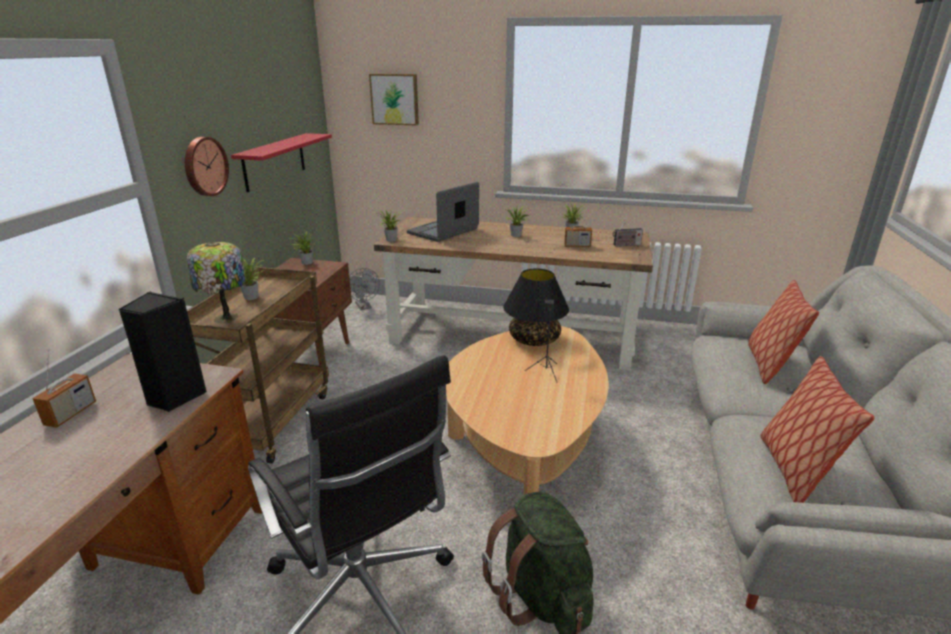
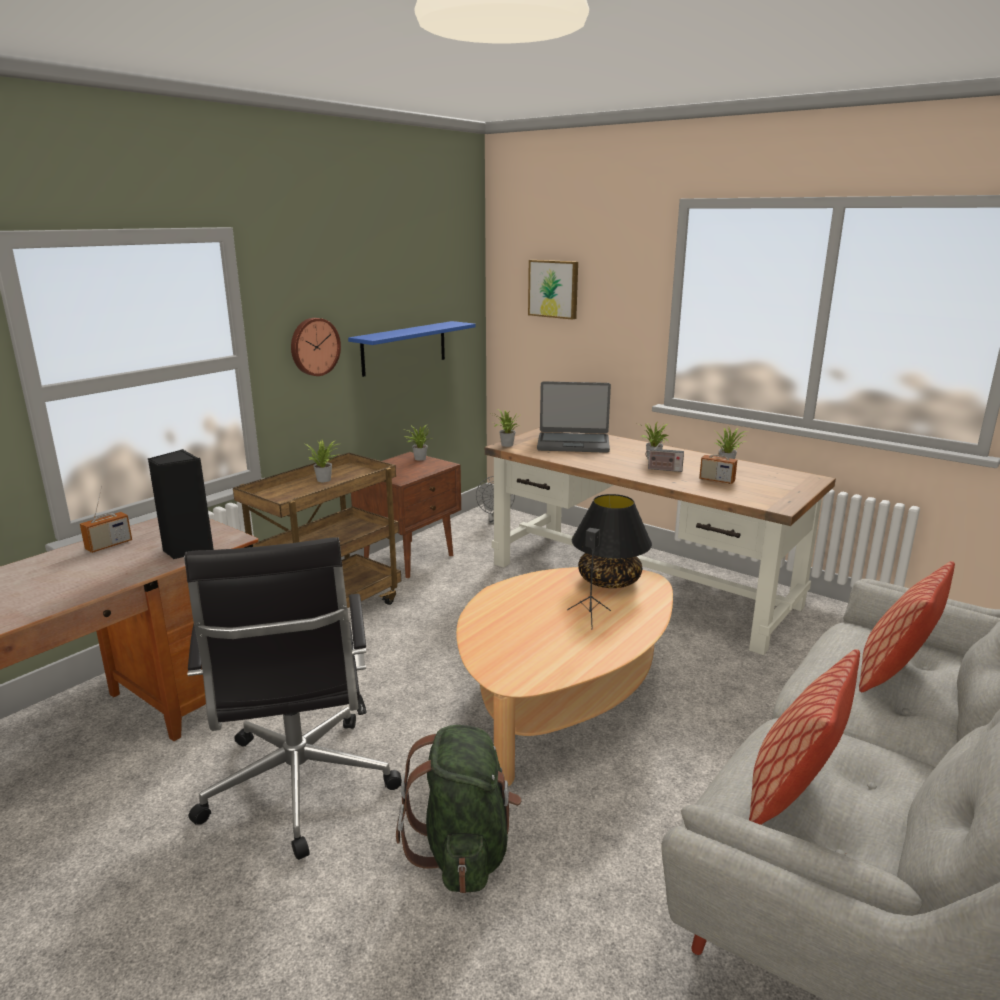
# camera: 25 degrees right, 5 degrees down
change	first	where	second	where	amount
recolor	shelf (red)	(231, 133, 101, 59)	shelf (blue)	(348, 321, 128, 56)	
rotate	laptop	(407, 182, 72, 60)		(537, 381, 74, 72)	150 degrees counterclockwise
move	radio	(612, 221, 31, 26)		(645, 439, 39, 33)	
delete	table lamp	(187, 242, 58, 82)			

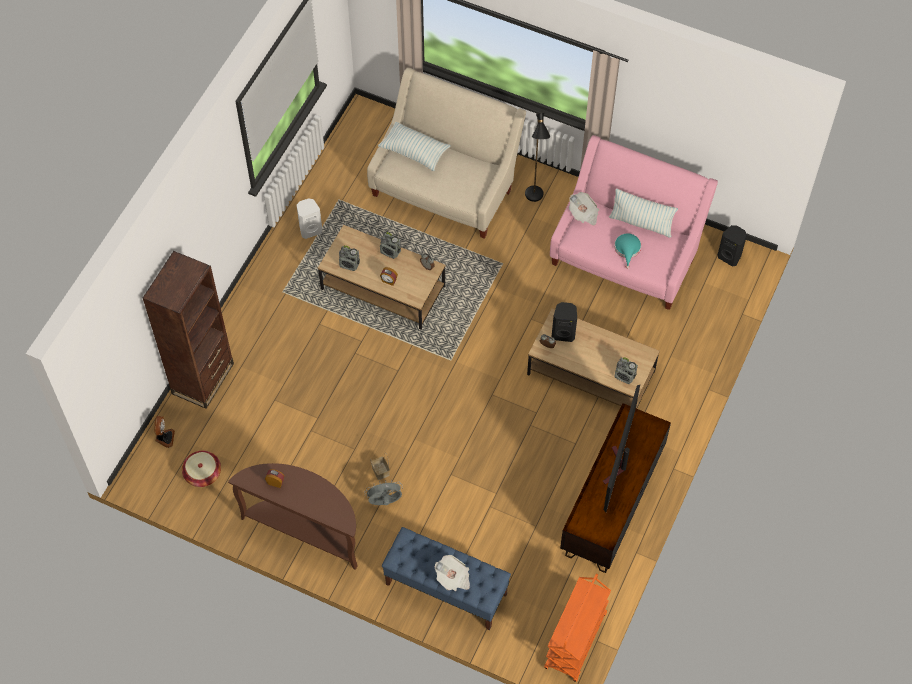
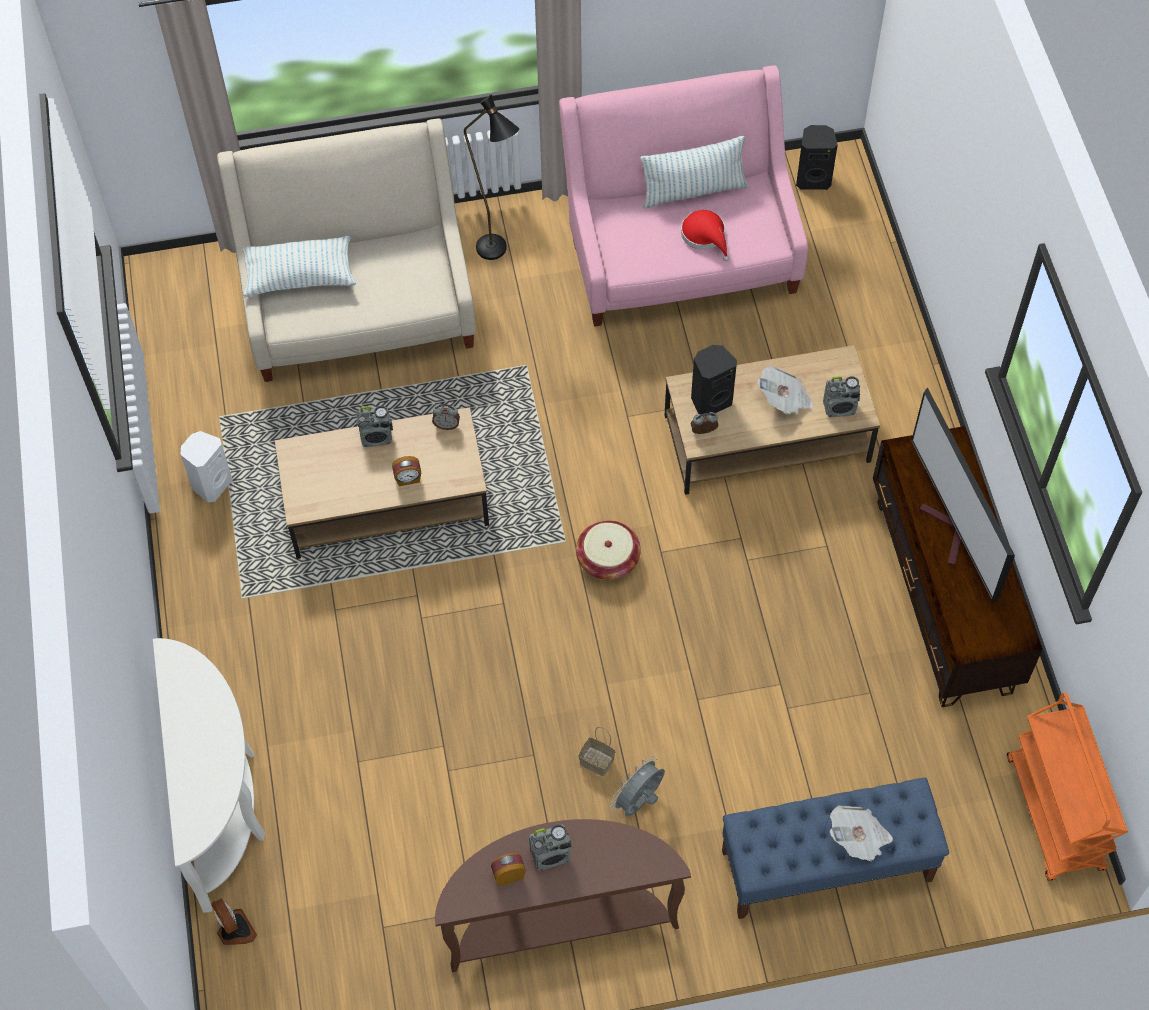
# camera: 35 degrees left, 0 degrees up
change	first	where	second	where	amount
move	newspaper	(569, 192, 30, 34)		(757, 366, 57, 49)	
recolor	hat (turquoise)	(614, 233, 27, 36)	hat (red)	(681, 210, 48, 51)	
move	radio	(339, 245, 21, 26)		(529, 824, 43, 47)	
replace	bookcase (brown)	(143, 251, 91, 158)	console table (white)	(153, 638, 112, 275)	
move	basket	(182, 451, 39, 36)		(576, 521, 65, 59)	

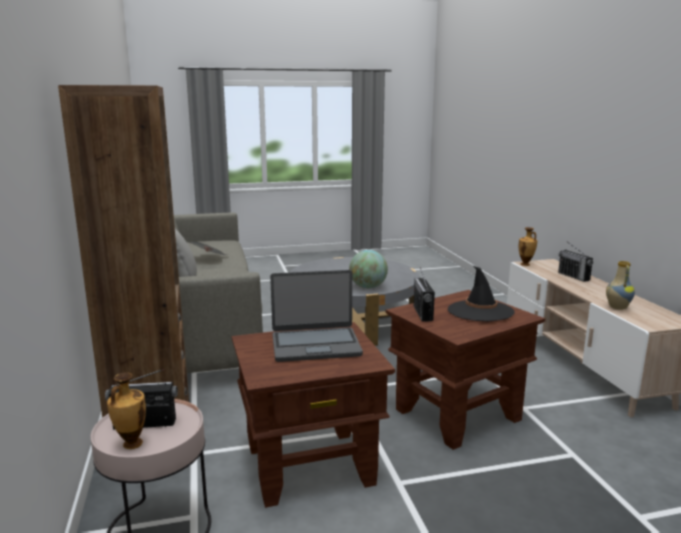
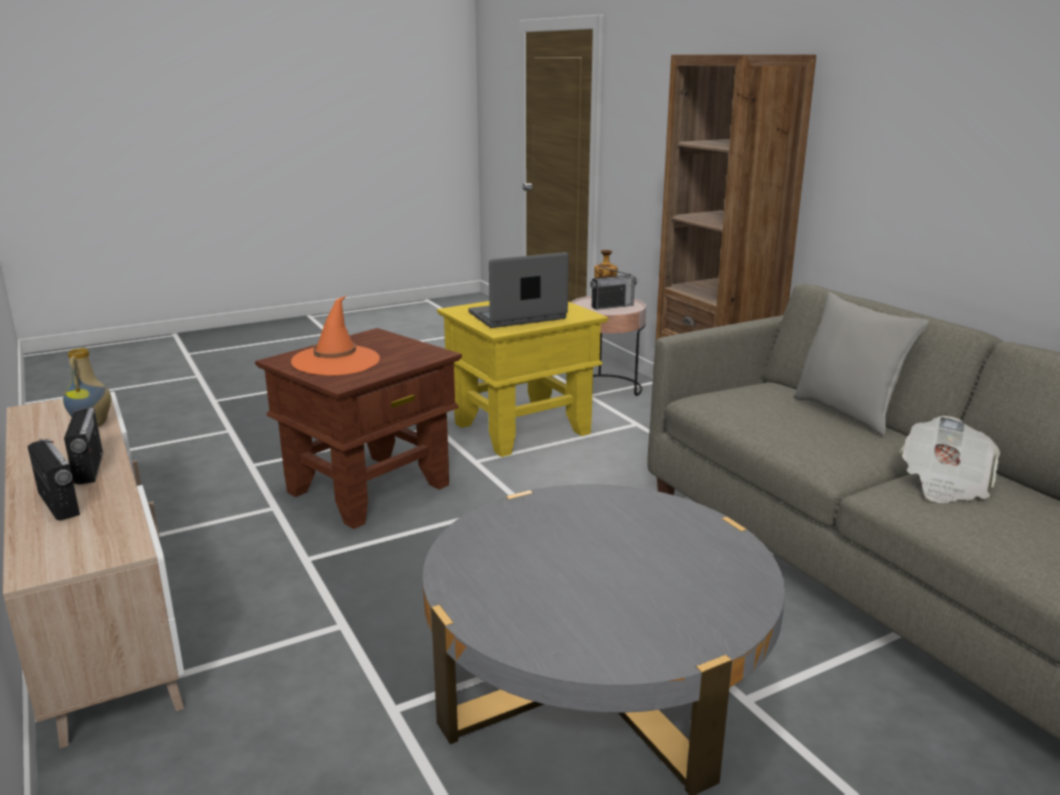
# camera: 165 degrees right, 5 degrees up
change	first	where	second	where	amount
delete	vase	(519, 227, 18, 39)			
delete	globe	(349, 250, 39, 39)			
recolor	hat (black)	(448, 266, 67, 55)	hat (orange)	(291, 295, 89, 81)	
move	radio	(414, 267, 21, 55)		(64, 407, 39, 77)	
recolor	side table (brown)	(232, 322, 163, 186)	side table (yellow)	(437, 301, 171, 156)	

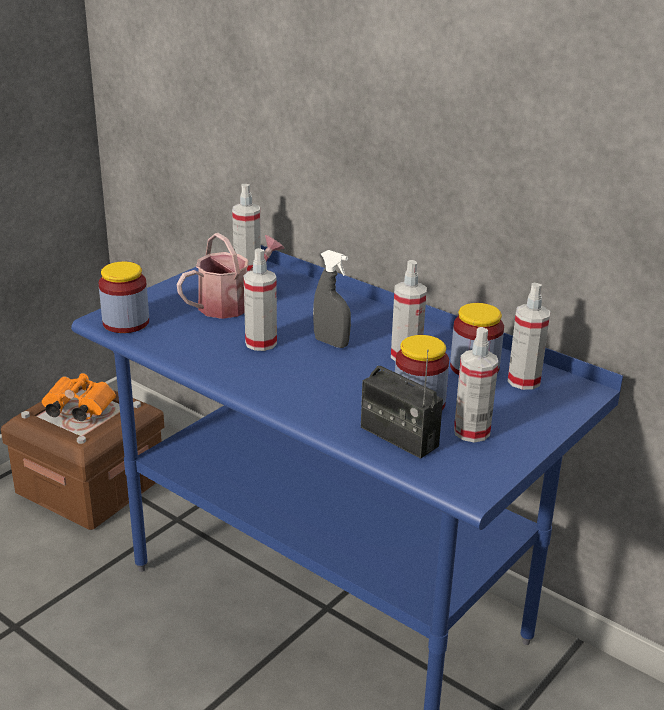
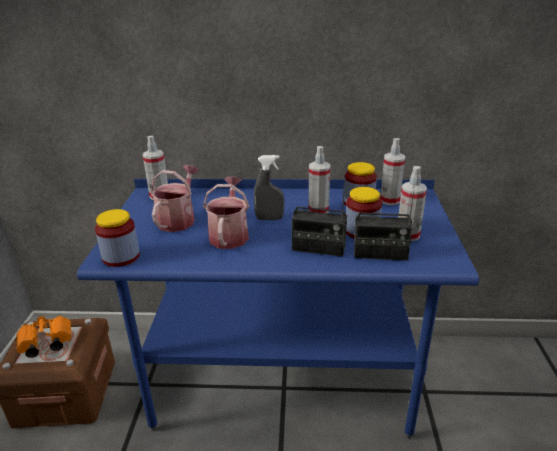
# camera: 35 degrees left, 0 degrees up
change	first	where	second	where	amount
replace	spray bottle	(244, 248, 33, 103)	watering can	(203, 176, 46, 73)	
insert			radio	(292, 183, 55, 74)	

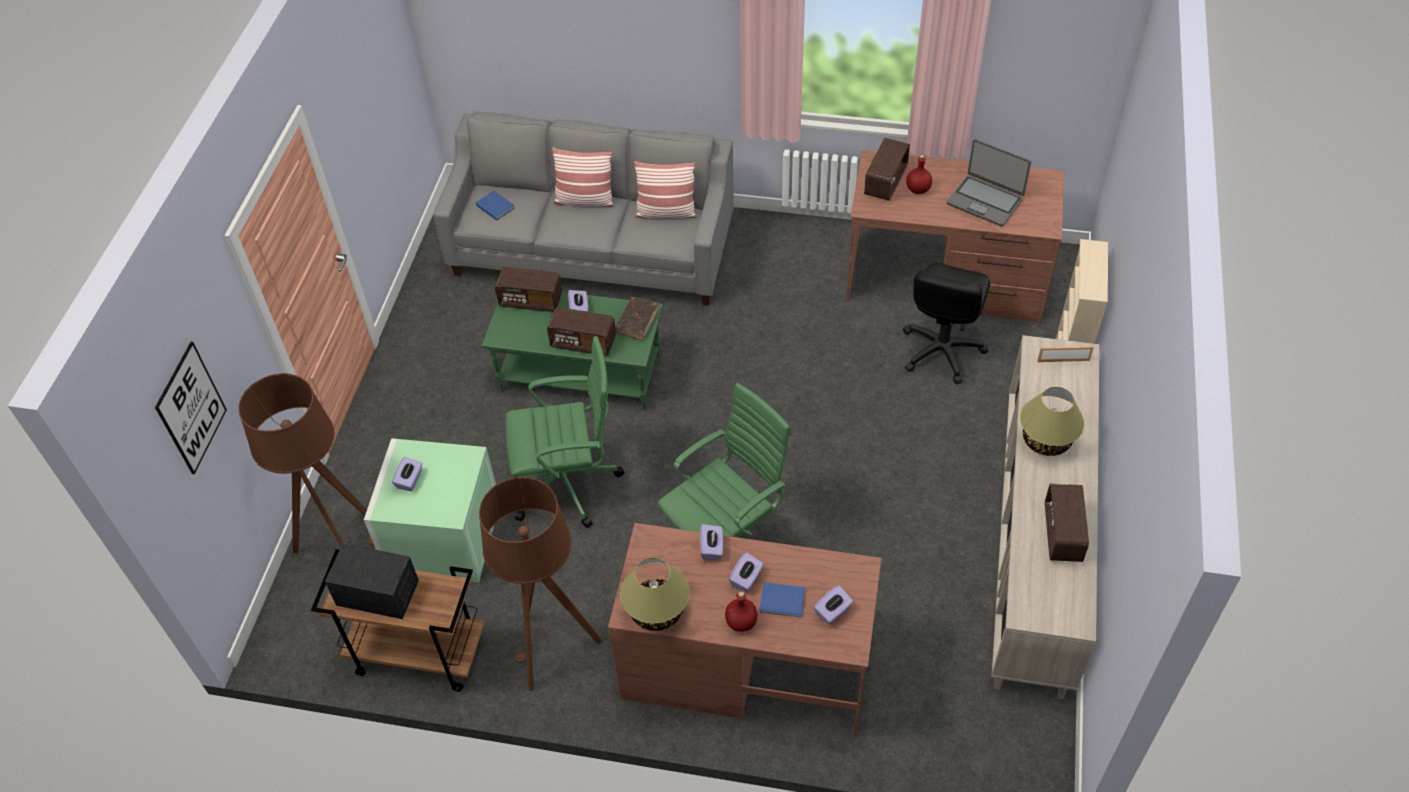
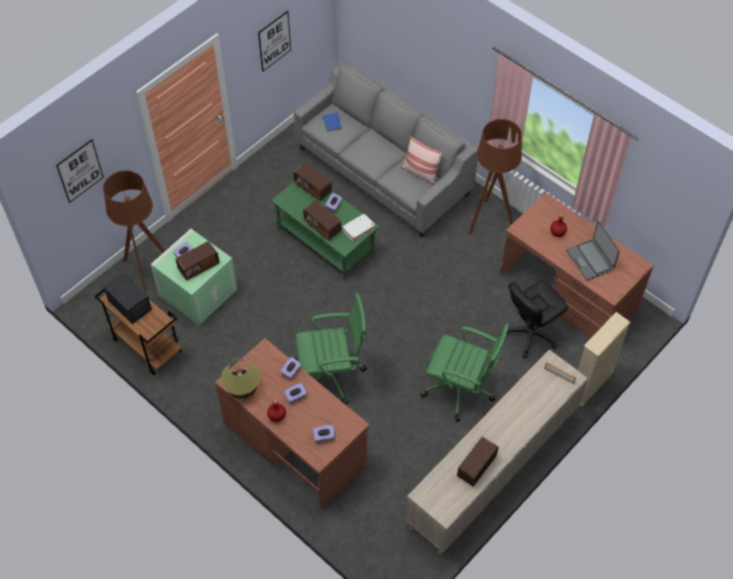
# camera: 30 degrees right, 5 degrees up
change	first	where	second	where	amount
move	radio	(864, 138, 46, 63)		(176, 241, 43, 39)	
delete	pillow	(552, 148, 62, 59)			
recolor	book (brown)	(615, 297, 44, 44)	book (white)	(342, 214, 33, 27)	
move	office chair (green)	(505, 336, 120, 192)		(421, 324, 88, 98)	
delete	table lamp	(1020, 387, 64, 69)			
move	floor lamp (brown)	(479, 477, 124, 214)		(469, 119, 53, 115)	
delete	book (blue)	(759, 582, 46, 36)			
insert			picture	(258, 11, 33, 60)	

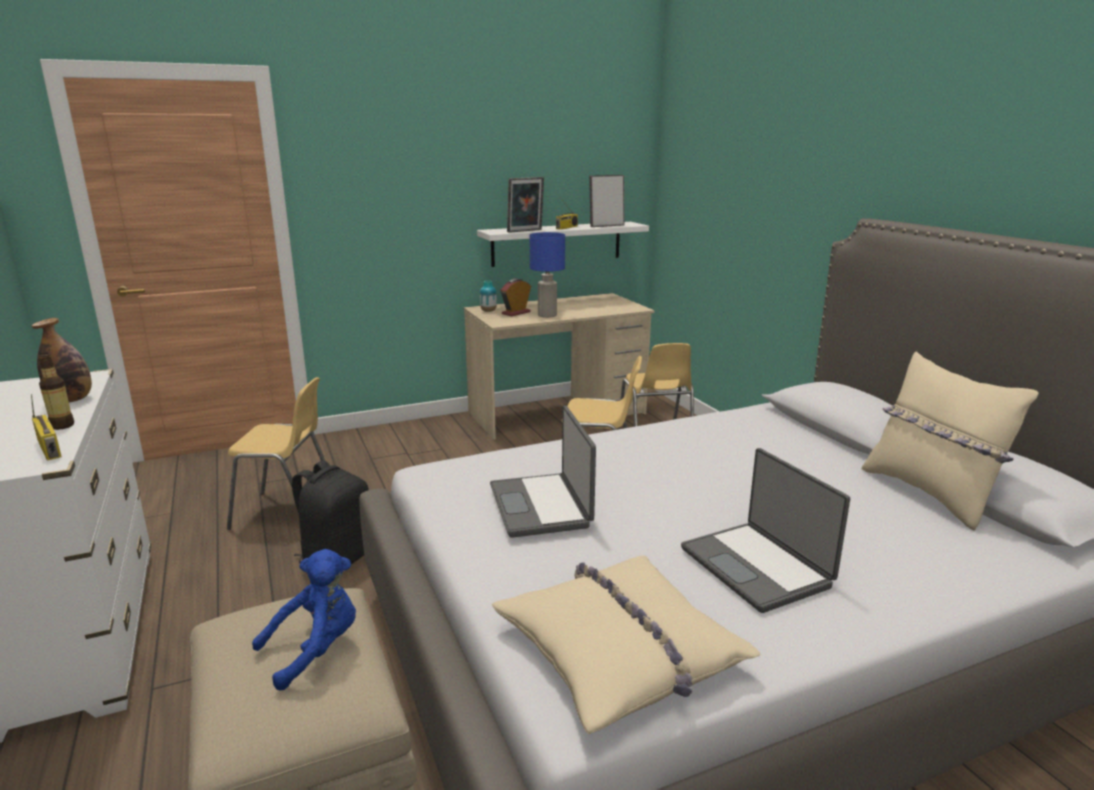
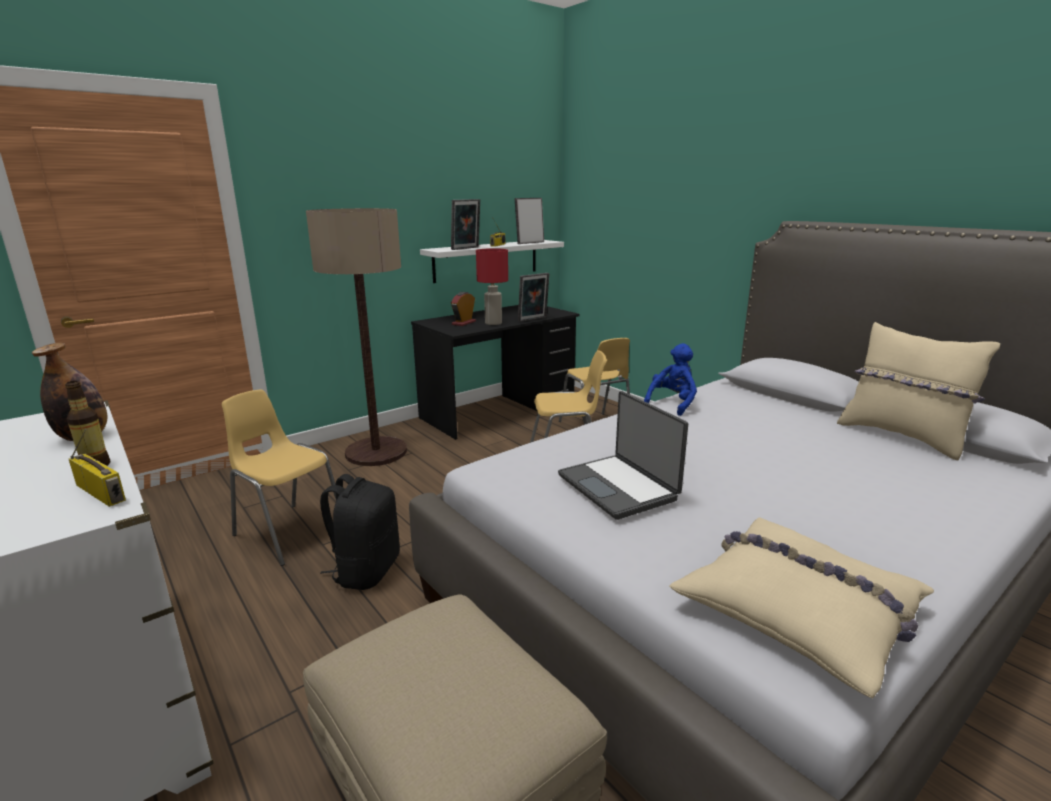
# camera: 15 degrees left, 0 degrees up
change	first	where	second	where	amount
recolor	table lamp (blue)	(530, 232, 35, 86)	table lamp (red)	(476, 248, 32, 77)	
delete	vase	(480, 281, 17, 31)			
recolor	desk (beige)	(464, 293, 191, 147)	desk (black)	(411, 305, 169, 135)	
rotate	chair (yellow)	(227, 377, 98, 153)		(222, 389, 114, 177)	135 degrees counterclockwise
delete	laptop	(681, 448, 169, 165)			
move	plush toy (blue)	(252, 549, 104, 142)		(644, 343, 53, 73)	
insert			floor lamp	(306, 208, 101, 258)	
insert			picture frame	(518, 273, 31, 49)	

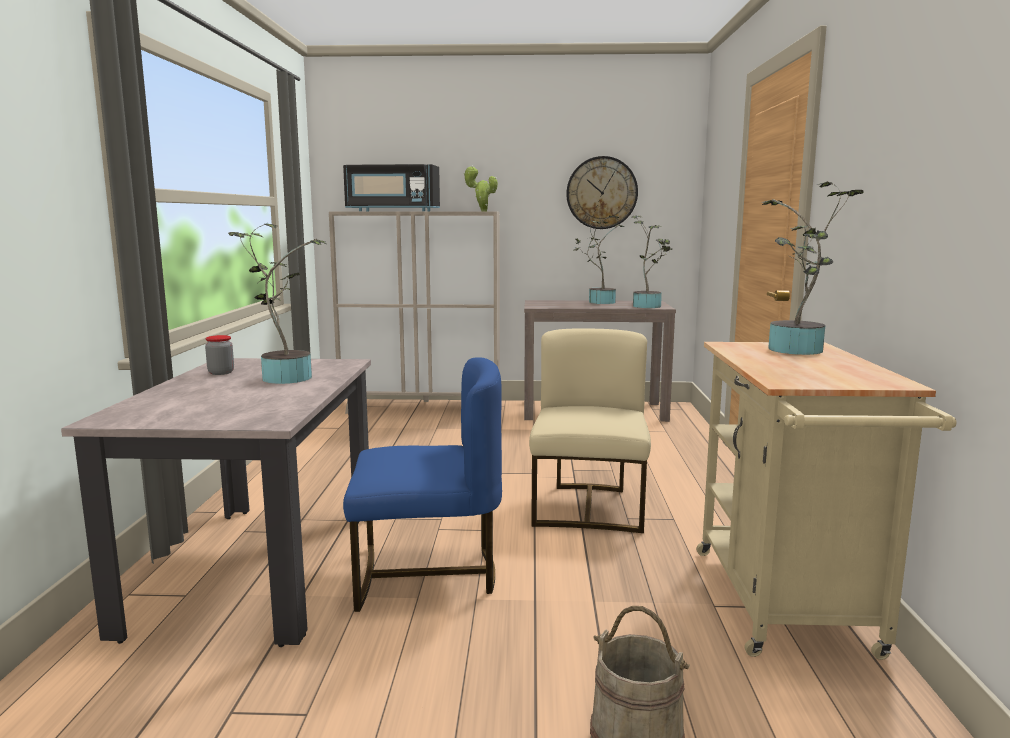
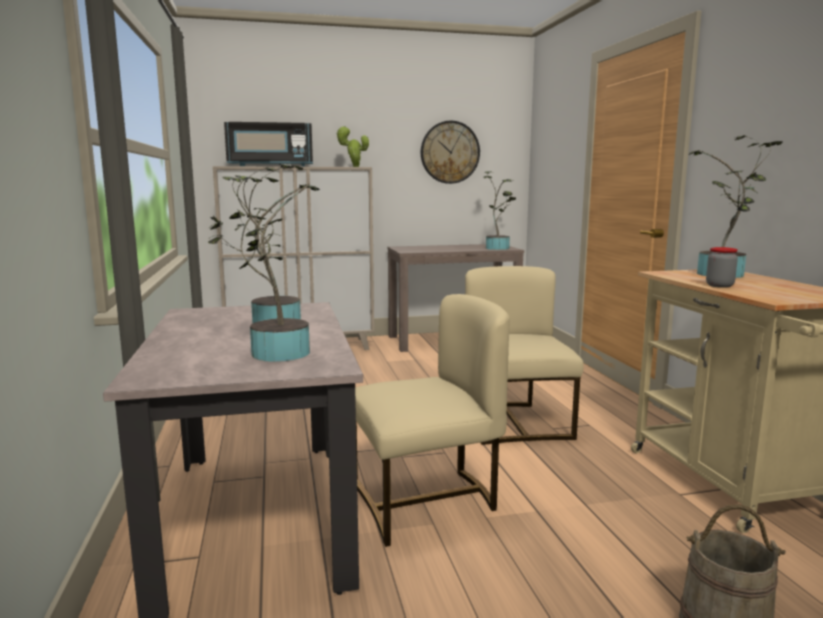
# camera: 15 degrees left, 0 degrees up
change	first	where	second	where	amount
move	potted plant	(573, 215, 52, 89)		(208, 164, 112, 198)	
move	jar	(205, 335, 29, 40)		(706, 247, 32, 41)	
recolor	chair (blue)	(343, 357, 159, 255)	chair (beige)	(355, 294, 155, 253)	

